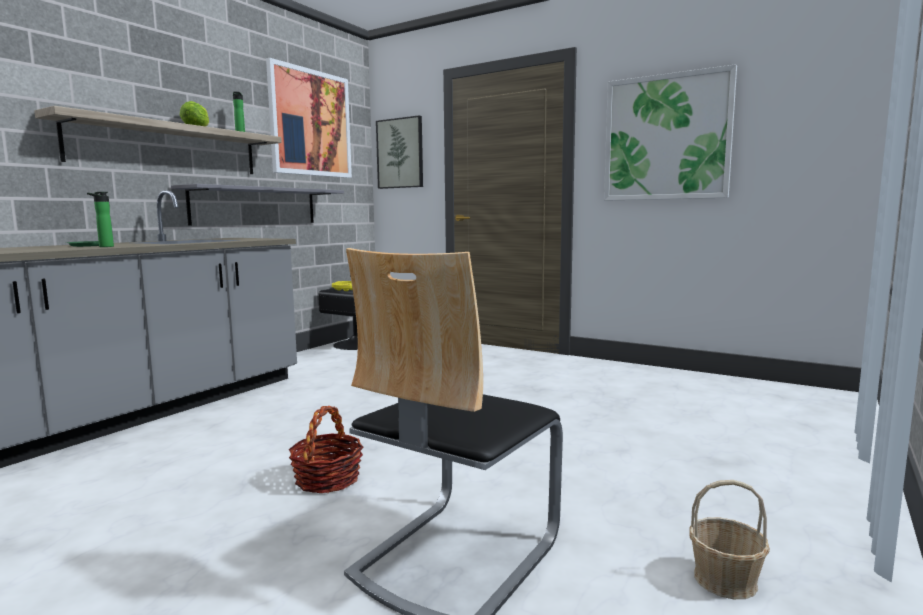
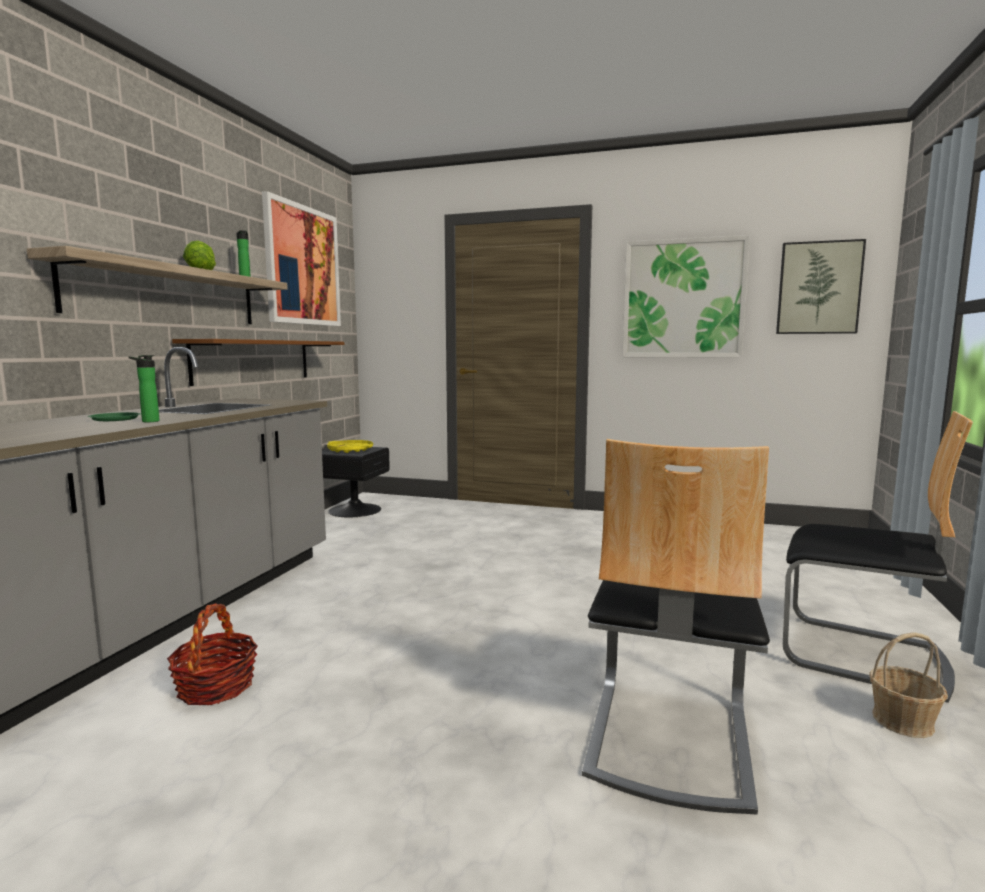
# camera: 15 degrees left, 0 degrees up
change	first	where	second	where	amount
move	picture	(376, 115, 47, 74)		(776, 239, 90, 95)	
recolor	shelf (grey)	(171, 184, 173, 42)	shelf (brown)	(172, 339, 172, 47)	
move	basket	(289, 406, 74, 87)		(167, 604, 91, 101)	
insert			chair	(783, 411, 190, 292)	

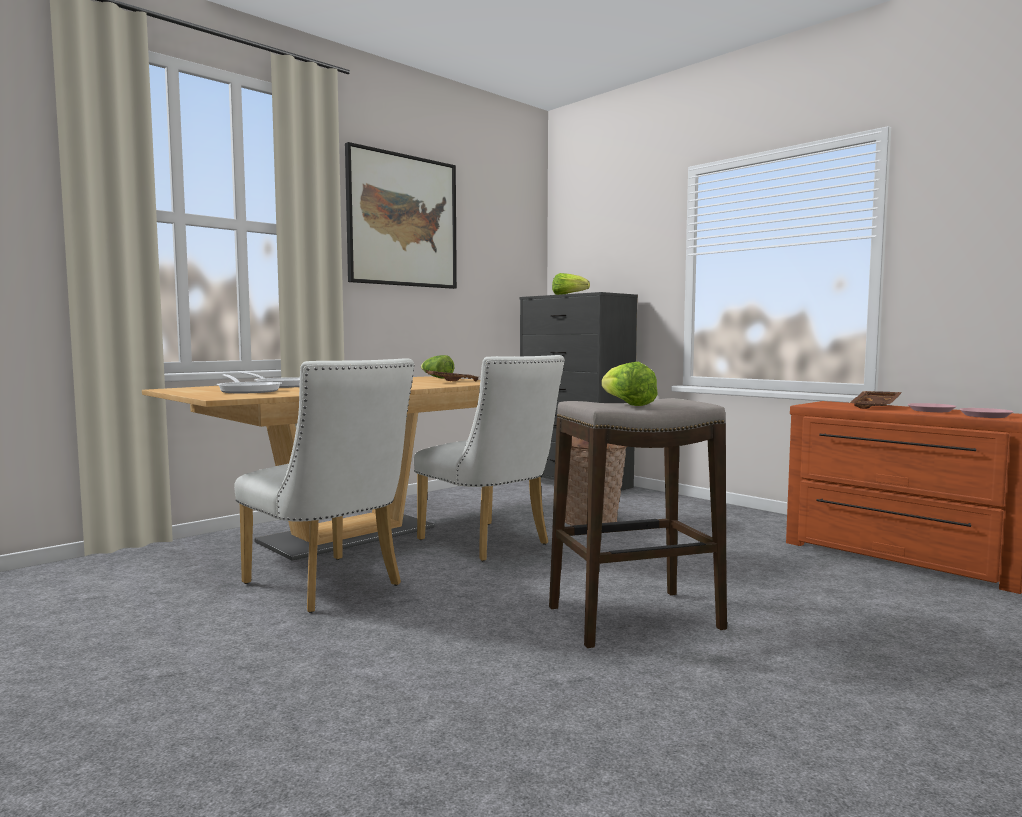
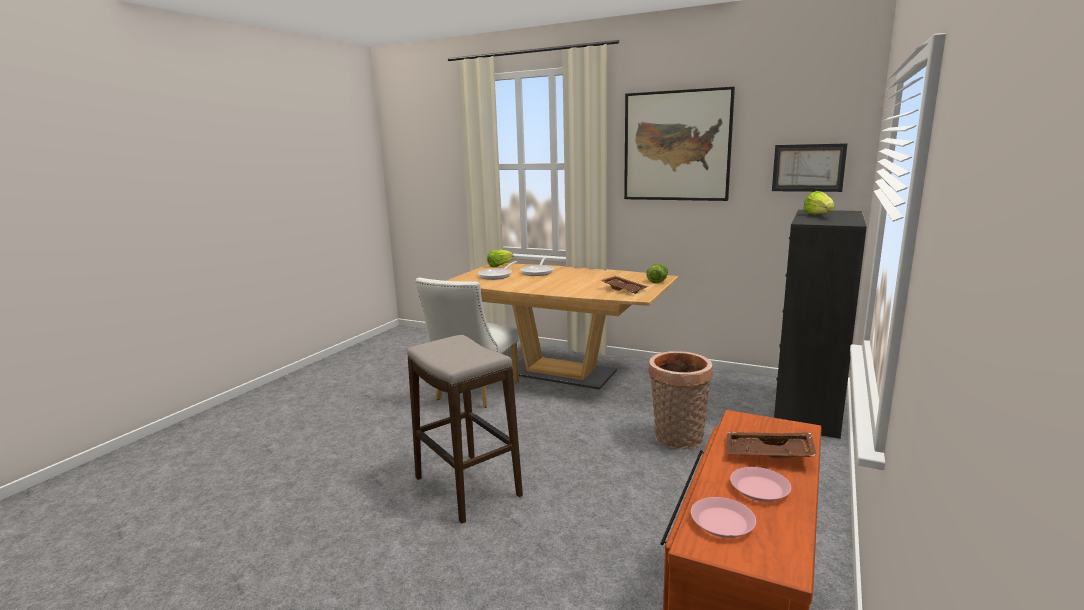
# camera: 70 degrees right, 10 degrees up
change	first	where	second	where	amount
delete	chair (white)	(414, 355, 151, 206)			
move	lettuce	(601, 362, 57, 44)		(487, 250, 27, 17)	
insert			picture	(772, 143, 75, 49)	

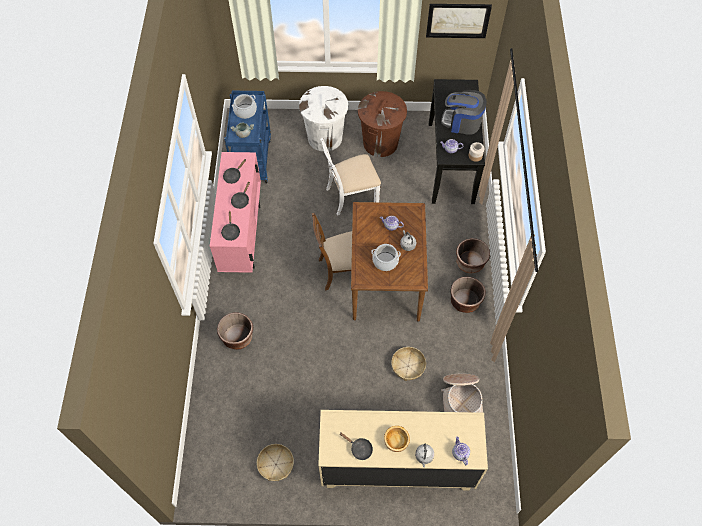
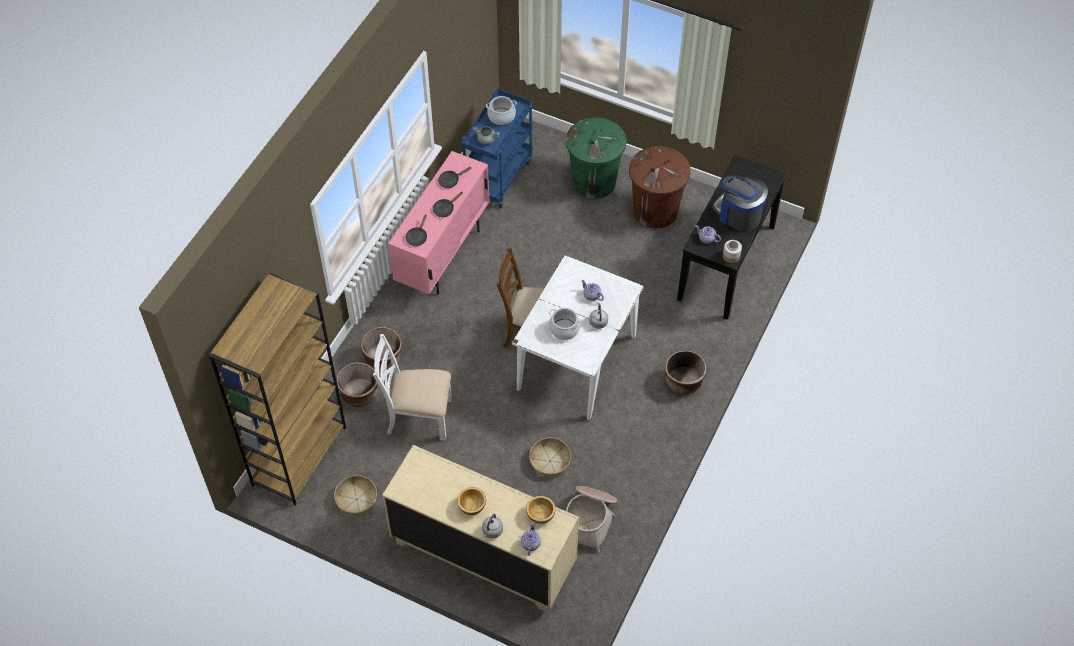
# camera: 25 degrees right, 5 degrees down
change	first	where	second	where	amount
delete	picture	(426, 4, 66, 34)			
recolor	trash can (white)	(299, 86, 49, 66)	trash can (green)	(566, 117, 60, 82)	
move	chair (white)	(320, 138, 61, 78)		(373, 334, 79, 107)	
recolor	dining table (brown)	(351, 202, 77, 119)	dining table (white)	(512, 255, 132, 165)	
move	planter (brown)	(451, 277, 35, 36)		(336, 362, 42, 45)	
delete	frying pan (black)	(340, 433, 33, 27)			
insert			bookcase (brown)	(209, 273, 137, 233)	
insert			bowl	(526, 496, 30, 28)	

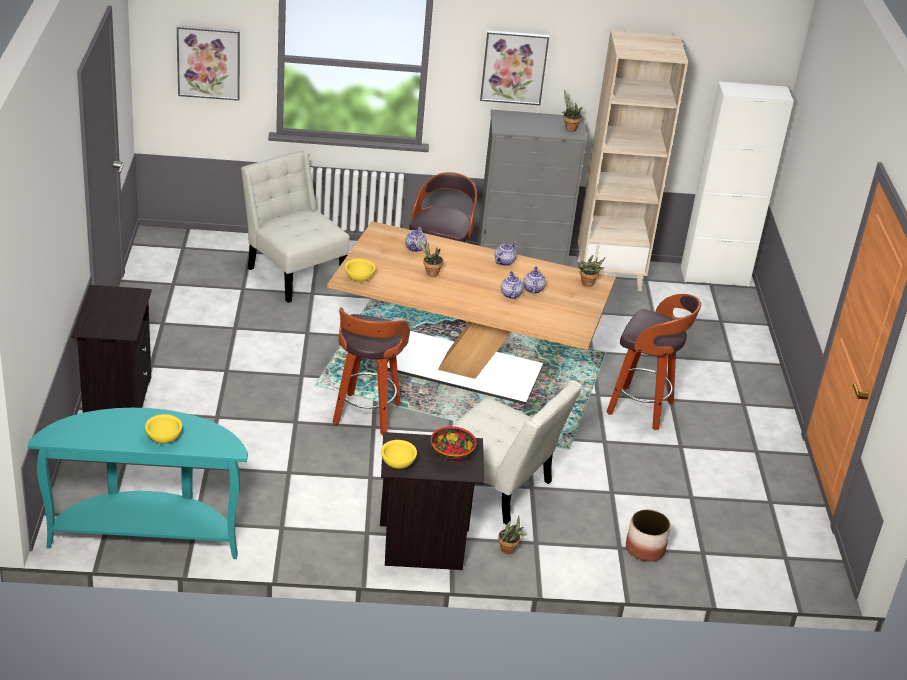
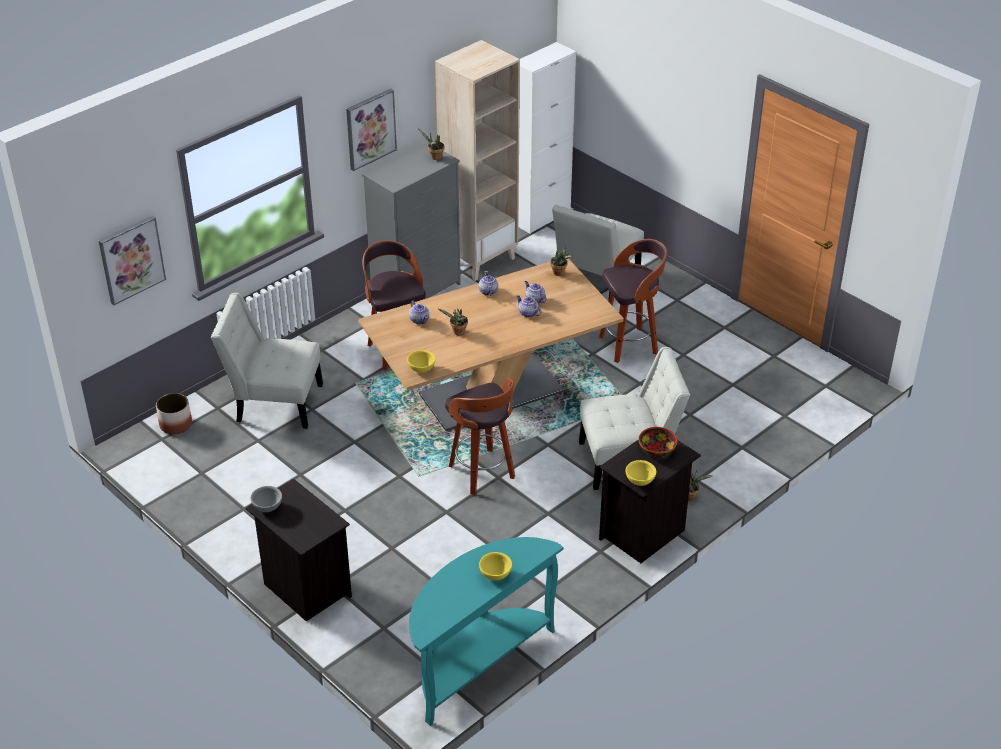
# camera: 40 degrees left, 5 degrees up
change	first	where	second	where	amount
move	planter	(626, 509, 45, 52)		(156, 393, 36, 41)	
insert			chair (white)	(552, 204, 92, 97)	
insert			bowl (grey)	(251, 486, 31, 26)	

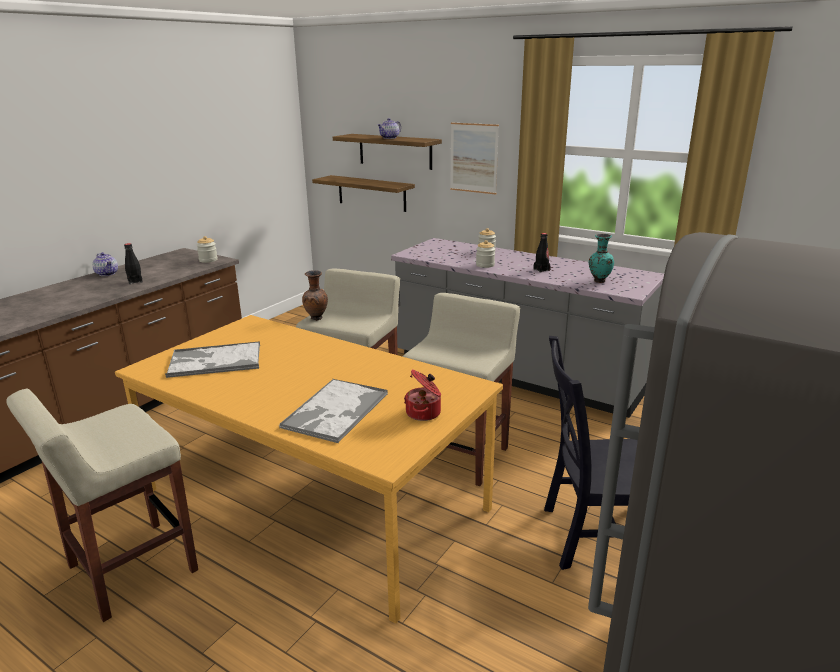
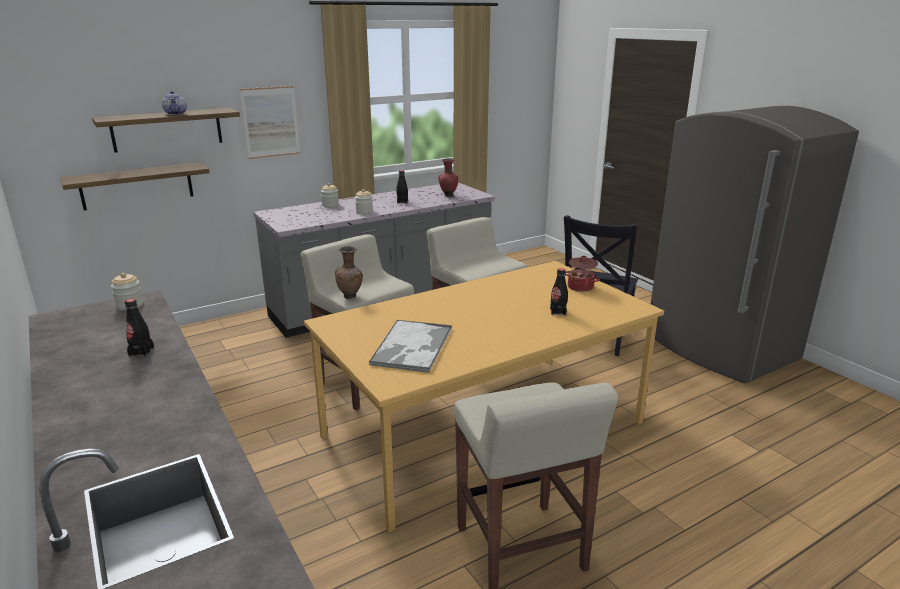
# camera: 65 degrees left, 0 degrees up
change	first	where	second	where	amount
recolor	vase (turquoise)	(589, 234, 25, 49)	vase (red)	(438, 158, 20, 39)	
delete	teapot	(92, 252, 26, 24)			
replace	tray	(279, 379, 108, 64)	bottle (black)	(550, 268, 18, 48)	

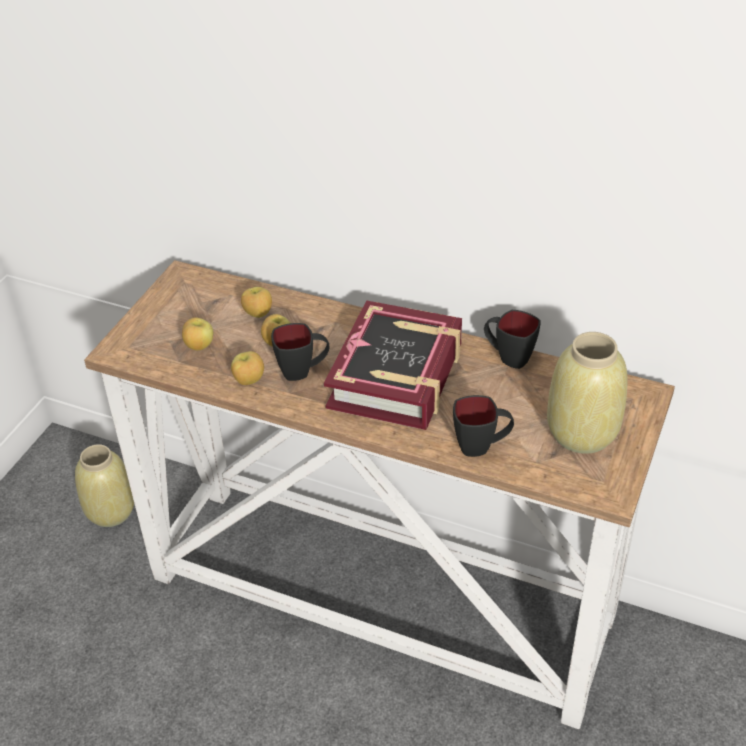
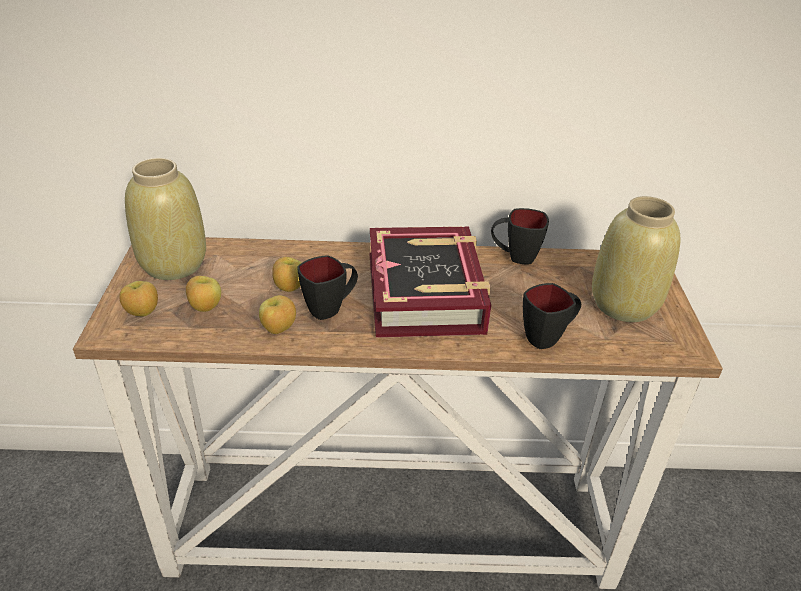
# camera: 25 degrees left, 5 degrees down
change	first	where	second	where	amount
move	apple	(241, 287, 31, 31)		(119, 281, 39, 35)	
move	vase (beige)	(75, 444, 59, 83)		(125, 158, 81, 122)	

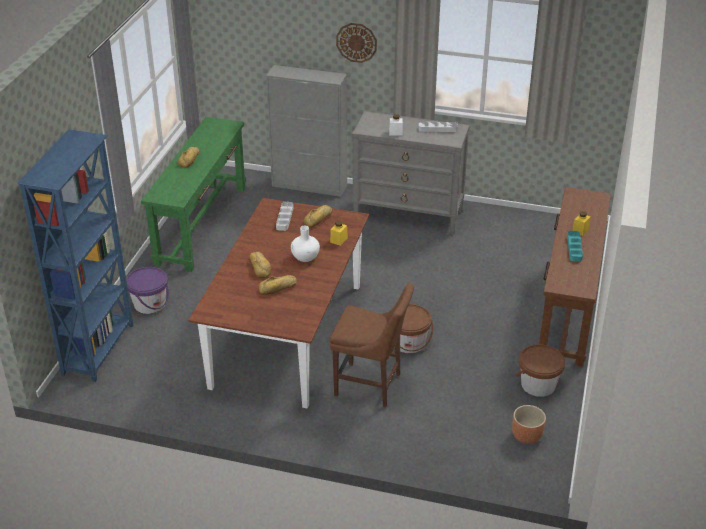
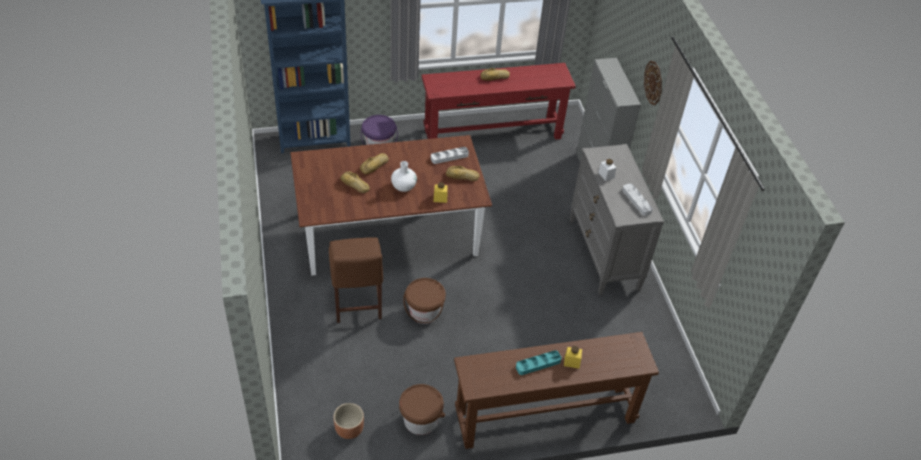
# camera: 60 degrees right, 10 degrees up
change	first	where	second	where	amount
recolor	console table (green)	(141, 117, 105, 155)	console table (red)	(422, 63, 154, 77)	

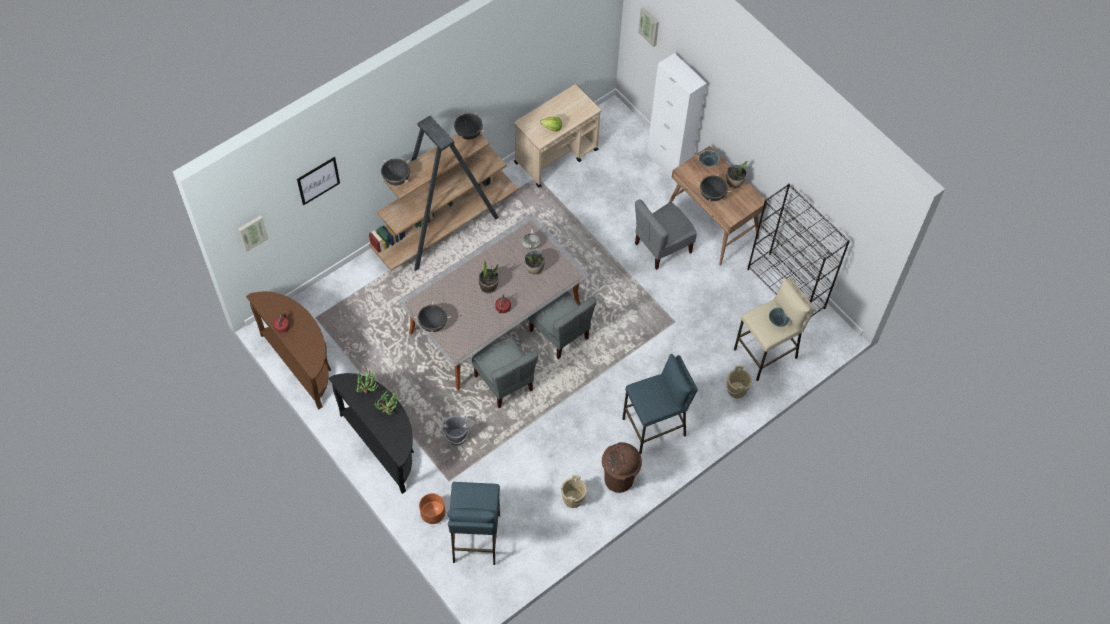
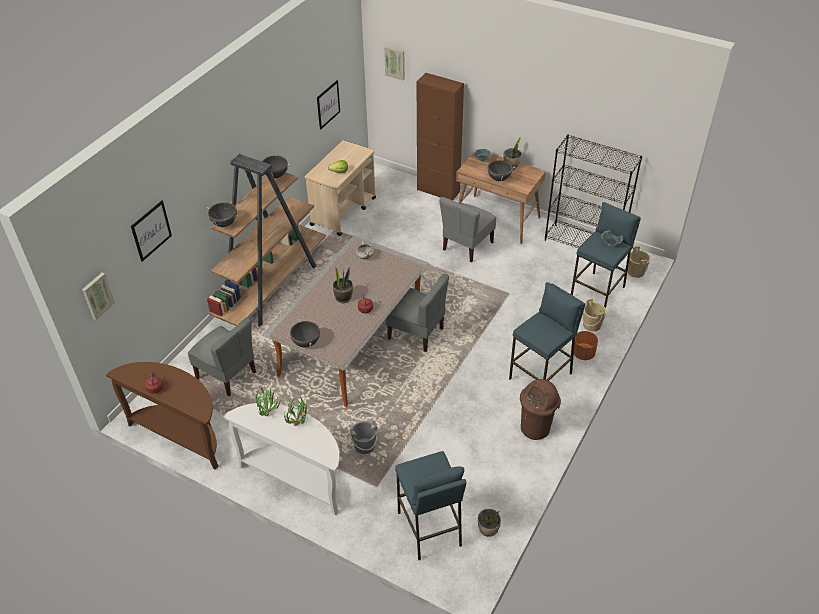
# camera: 20 degrees left, 15 degrees down
change	first	where	second	where	amount
recolor	cabinet (white)	(647, 53, 60, 130)	cabinet (brown)	(417, 73, 47, 128)	
move	potted plant	(524, 251, 21, 24)		(478, 509, 23, 28)	
recolor	stool (beige)	(734, 278, 81, 103)	stool (blue)	(571, 202, 70, 106)	
move	chair (grey)	(472, 336, 67, 72)		(188, 317, 68, 79)	
recolor	console table (black)	(329, 373, 85, 121)	console table (white)	(223, 403, 117, 113)	
move	bucket (beige)	(561, 475, 26, 33)		(627, 246, 24, 32)	
move	planter (orange)	(419, 493, 26, 31)		(574, 331, 24, 29)	
insert			picture	(317, 80, 23, 50)	

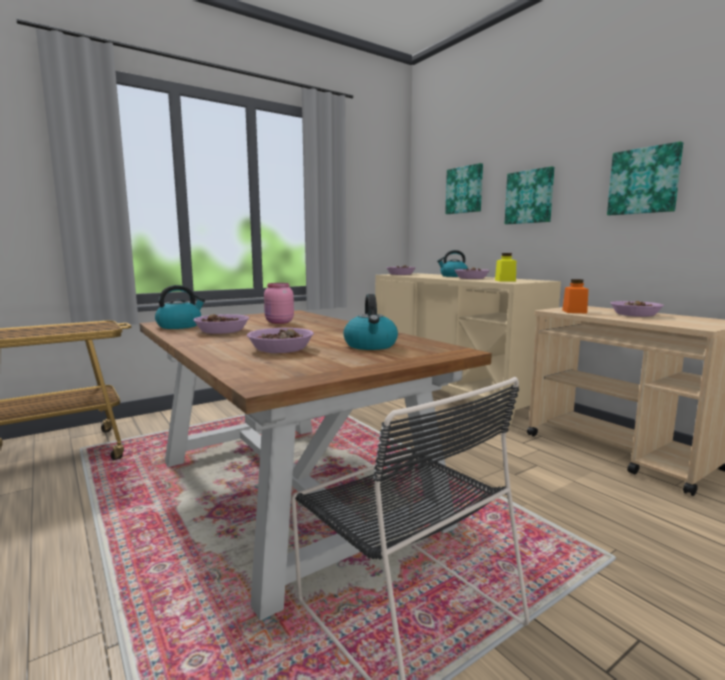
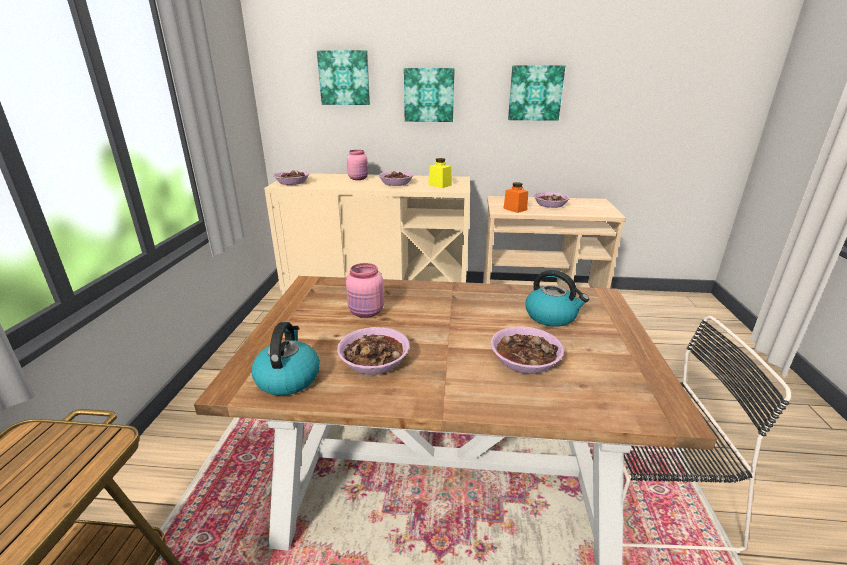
# camera: 50 degrees left, 15 degrees up
change	first	where	second	where	amount
replace	kettle	(437, 250, 31, 27)	jar (pink)	(347, 150, 21, 30)	

